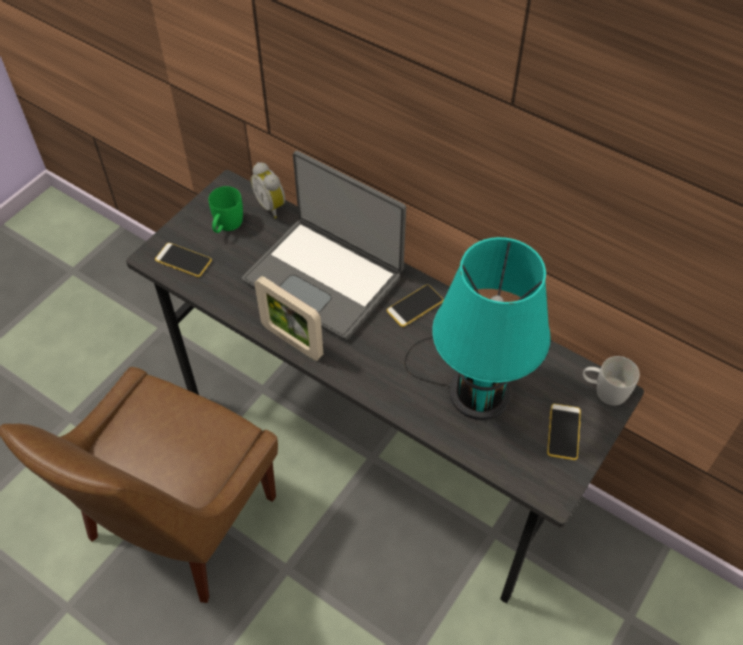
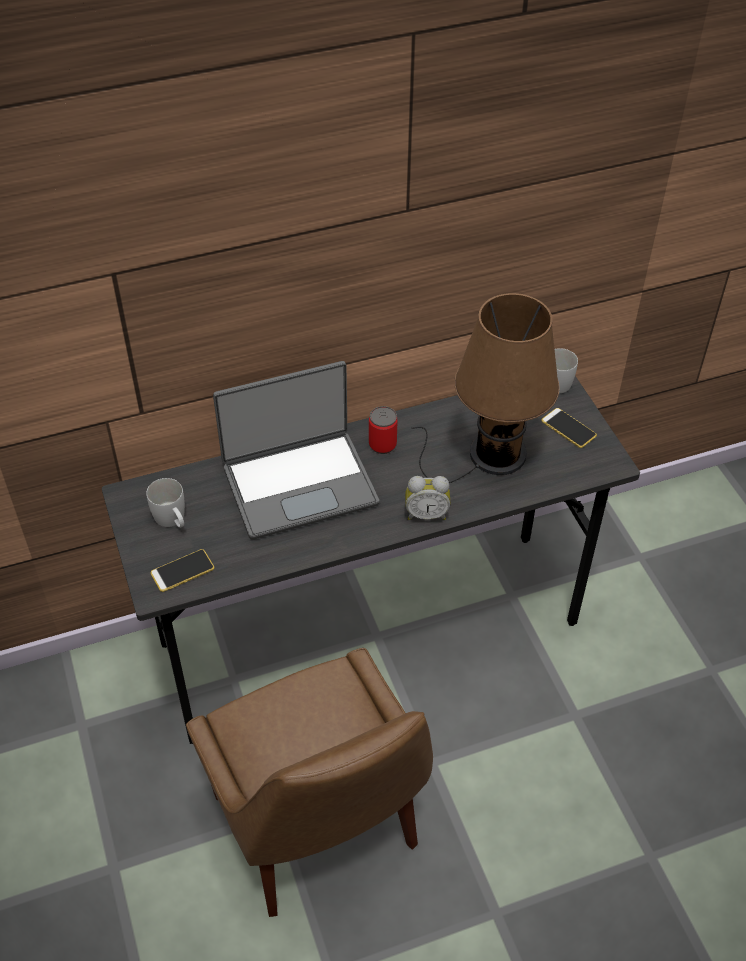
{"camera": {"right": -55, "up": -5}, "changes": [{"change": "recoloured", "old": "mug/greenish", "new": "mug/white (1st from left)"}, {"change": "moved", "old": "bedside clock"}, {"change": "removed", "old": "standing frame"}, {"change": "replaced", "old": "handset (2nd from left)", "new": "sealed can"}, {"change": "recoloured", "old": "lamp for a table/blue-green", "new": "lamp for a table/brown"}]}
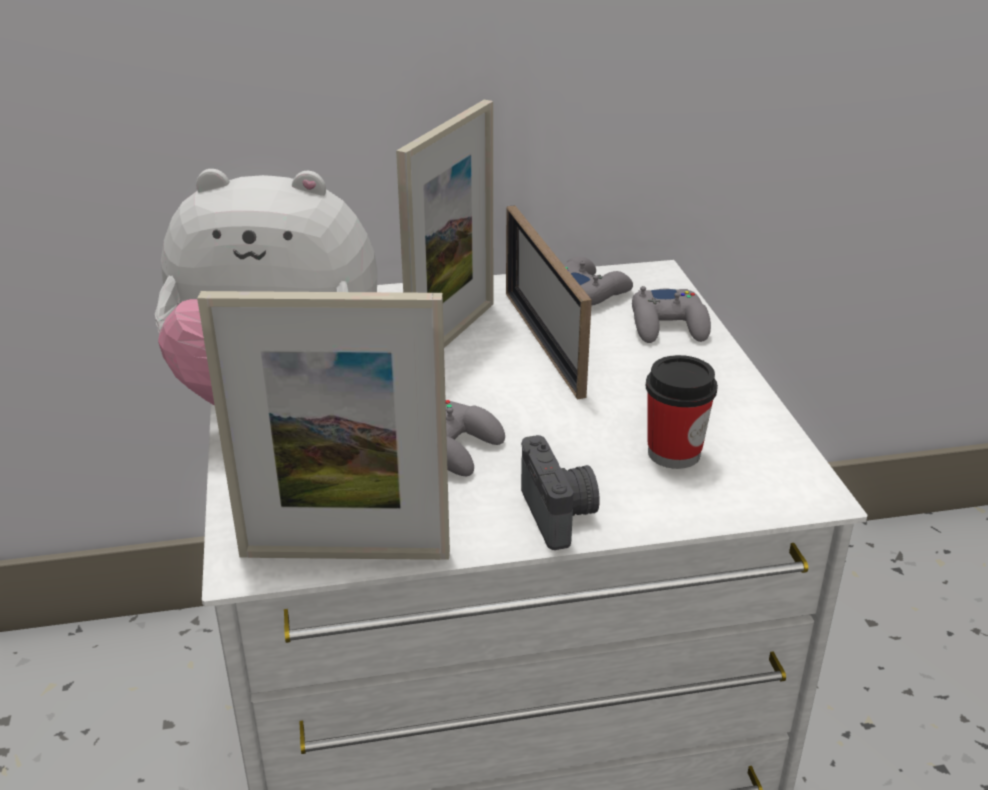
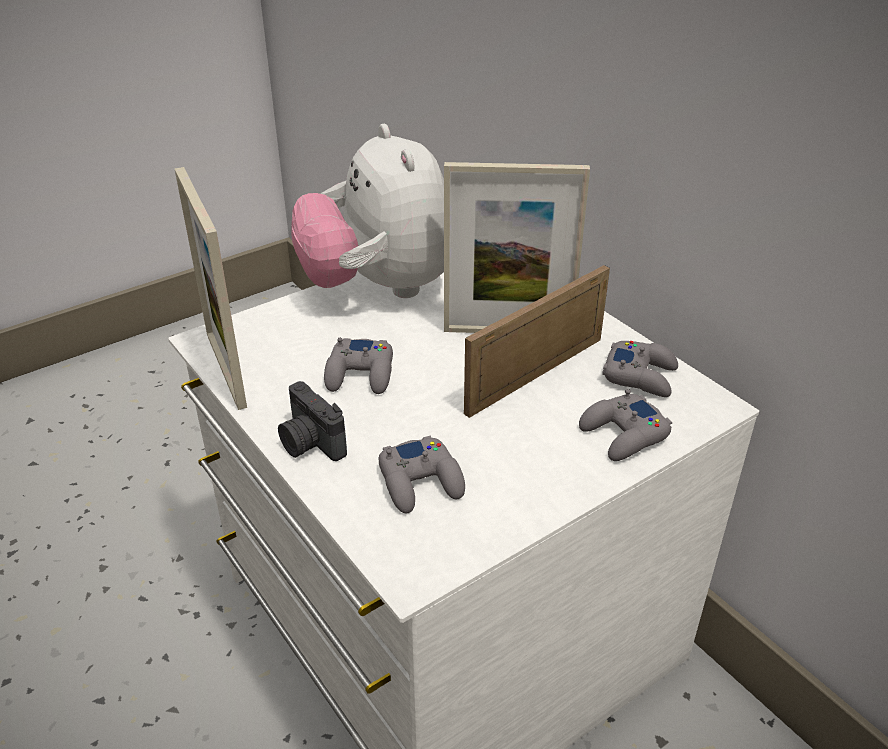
{"camera": {"right": 65, "up": 5}, "changes": [{"change": "turned", "old": "still camera", "degrees": 90}, {"change": "replaced", "old": "small cup", "new": "game controller/grey (2nd from left)"}]}
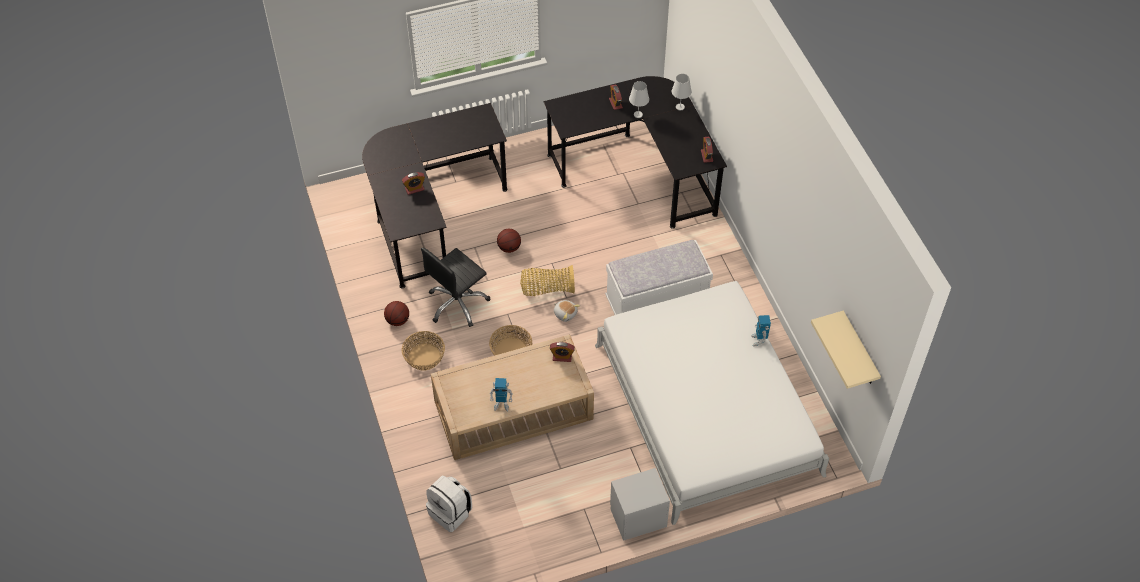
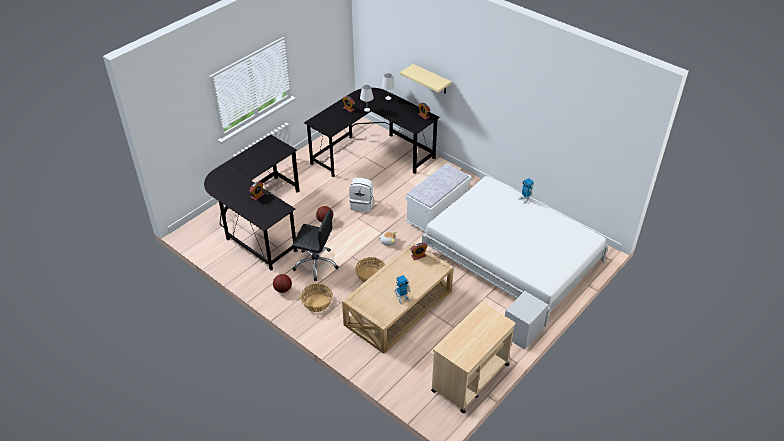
{"camera": {"right": -30, "up": -10}, "changes": [{"change": "turned", "old": "desk chair/black", "degrees": -90}, {"change": "moved", "old": "knapsack/white"}, {"change": "removed", "old": "storage basket (3rd from left)"}, {"change": "moved", "old": "bracket shelf/beige"}, {"change": "added", "new": "wheeled cart/beige"}]}
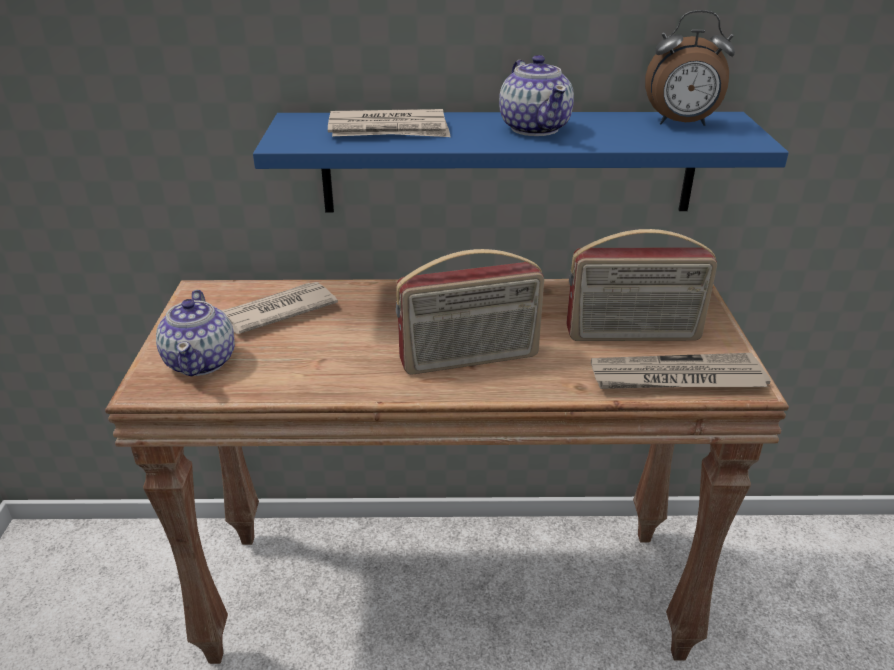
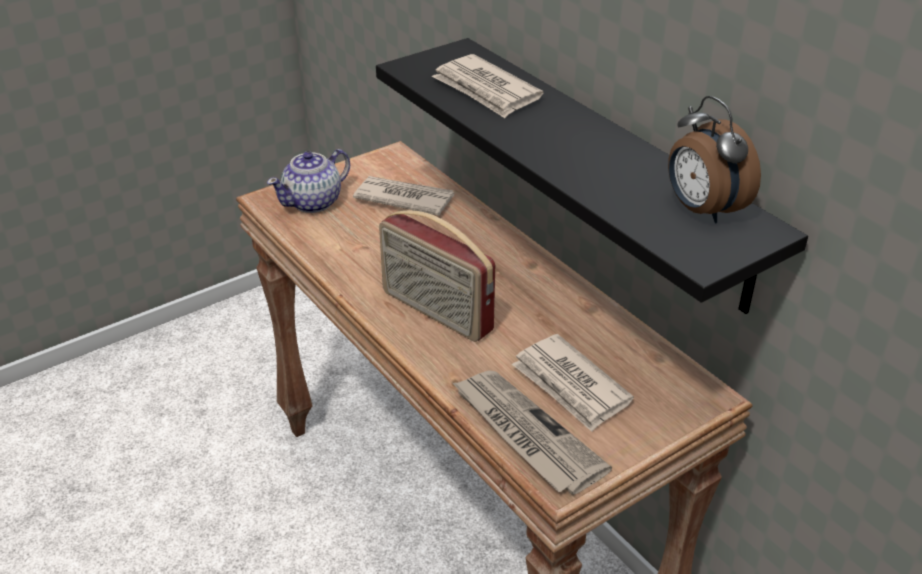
{"camera": {"right": 55, "up": 5}, "changes": [{"change": "recoloured", "old": "bracket shelf/blue-coloured", "new": "bracket shelf/black"}, {"change": "removed", "old": "pot for tea (2nd from left)"}, {"change": "replaced", "old": "radio (2nd from left)", "new": "printed paper (4th from left)"}]}
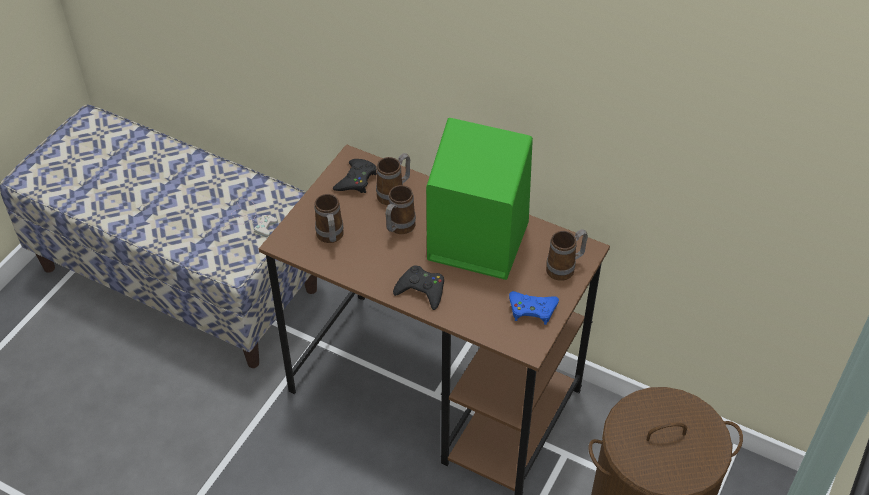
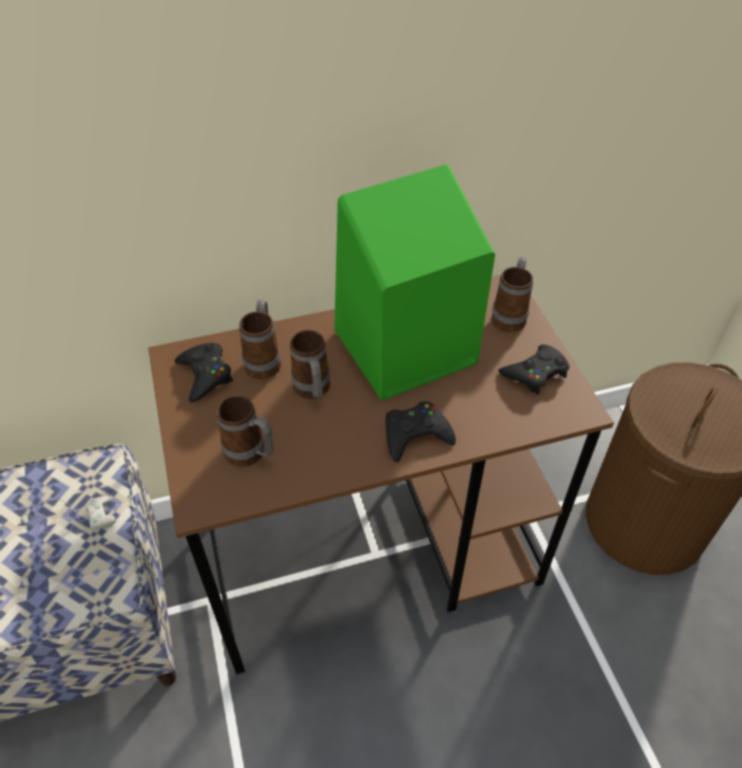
{"camera": {"right": -45, "up": 0}, "changes": [{"change": "recoloured", "old": "game controller/blue-coloured", "new": "game controller/black (3rd from left)"}]}
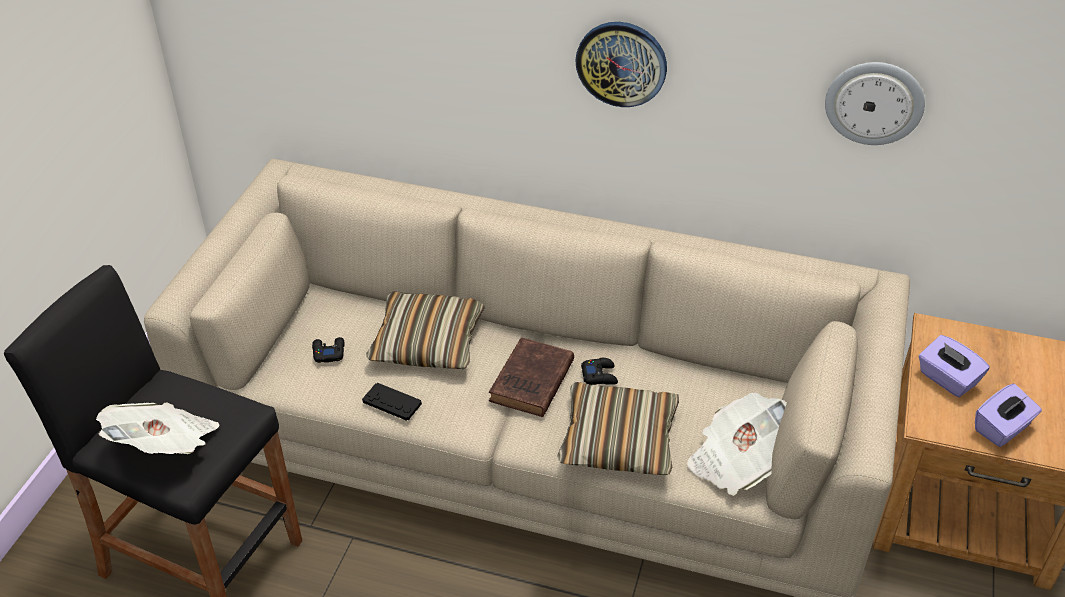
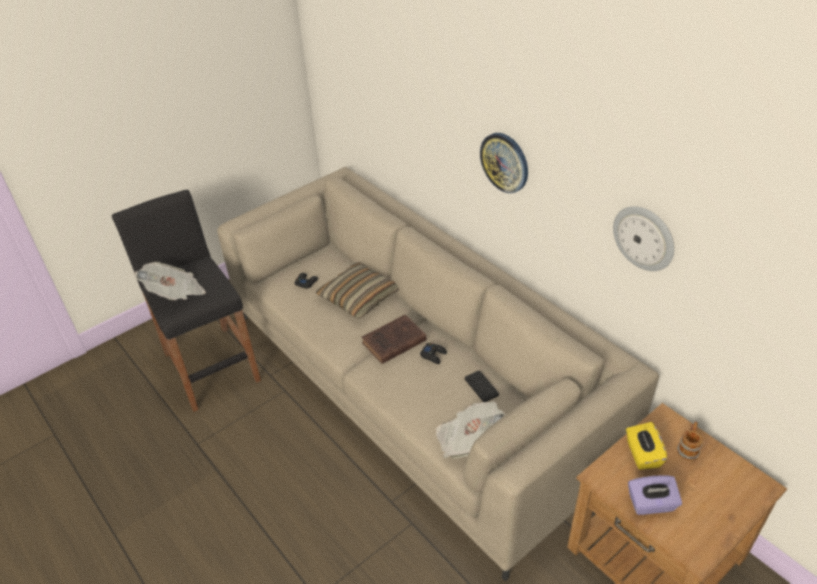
{"camera": {"right": 35, "up": 0}, "changes": [{"change": "moved", "old": "game controller/black (2nd from left in the first image)", "new": "game controller/black (3rd from left)"}, {"change": "removed", "old": "pillow (2nd from left)"}, {"change": "recoloured", "old": "tissue holder/purplish (1st from left)", "new": "tissue holder/yellow"}, {"change": "added", "new": "mug"}]}
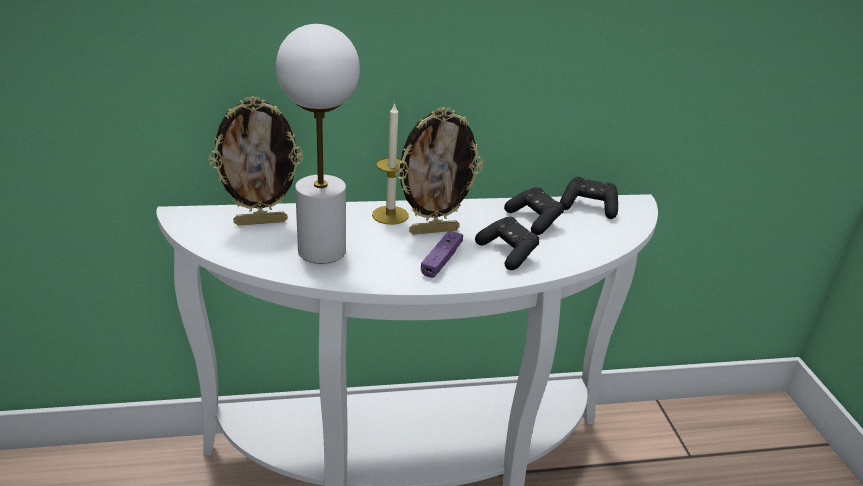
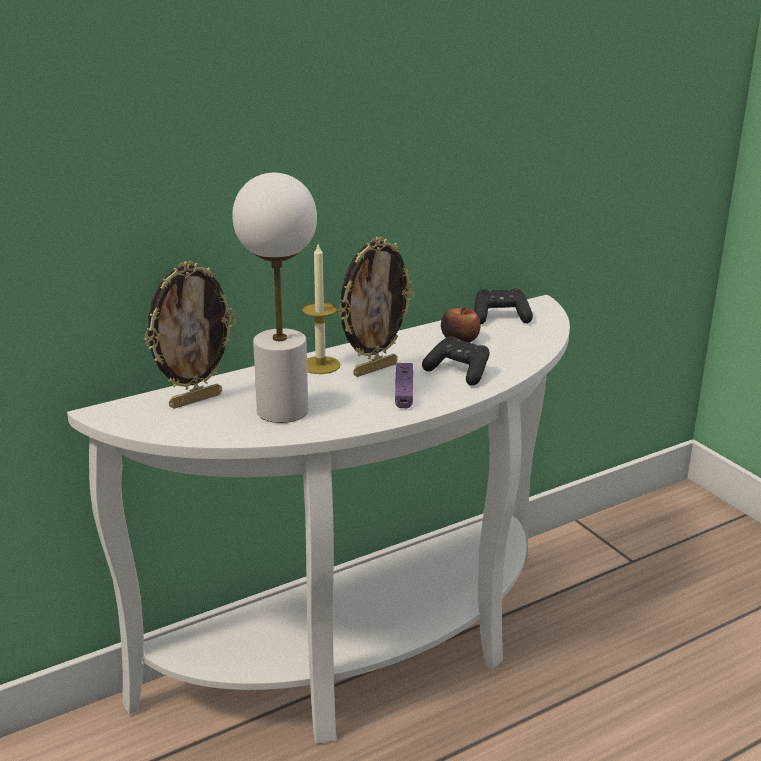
{"camera": {"right": -20, "up": -5}, "changes": [{"change": "replaced", "old": "game controller/black (2nd from left)", "new": "apple fruit"}]}
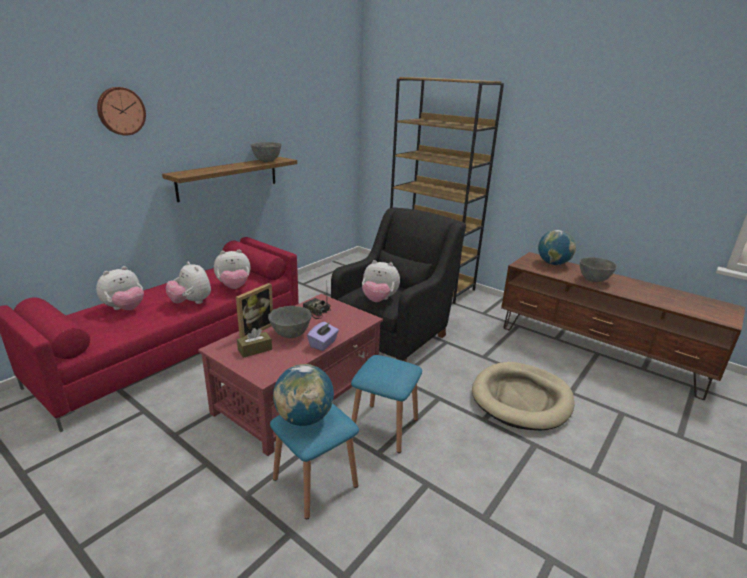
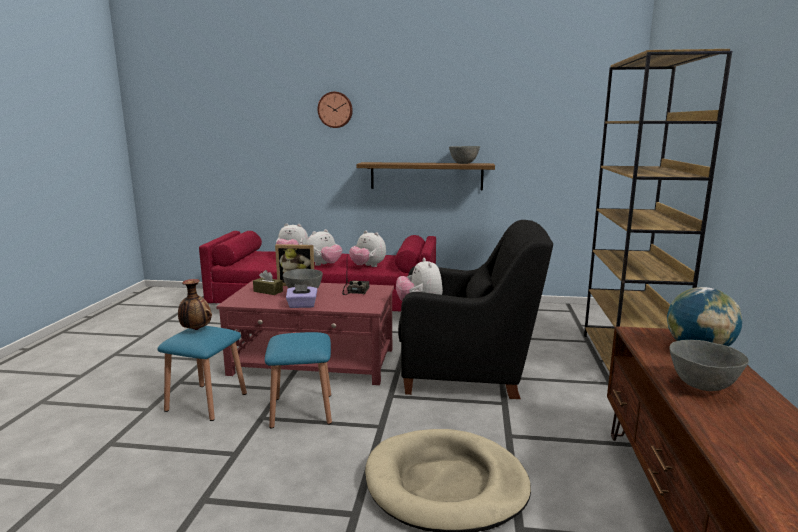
{"camera": {"right": 60, "up": -10}, "changes": [{"change": "turned", "old": "plush toy (2nd from left)", "degrees": -150}, {"change": "replaced", "old": "world globe (1st from left)", "new": "flower vase"}]}
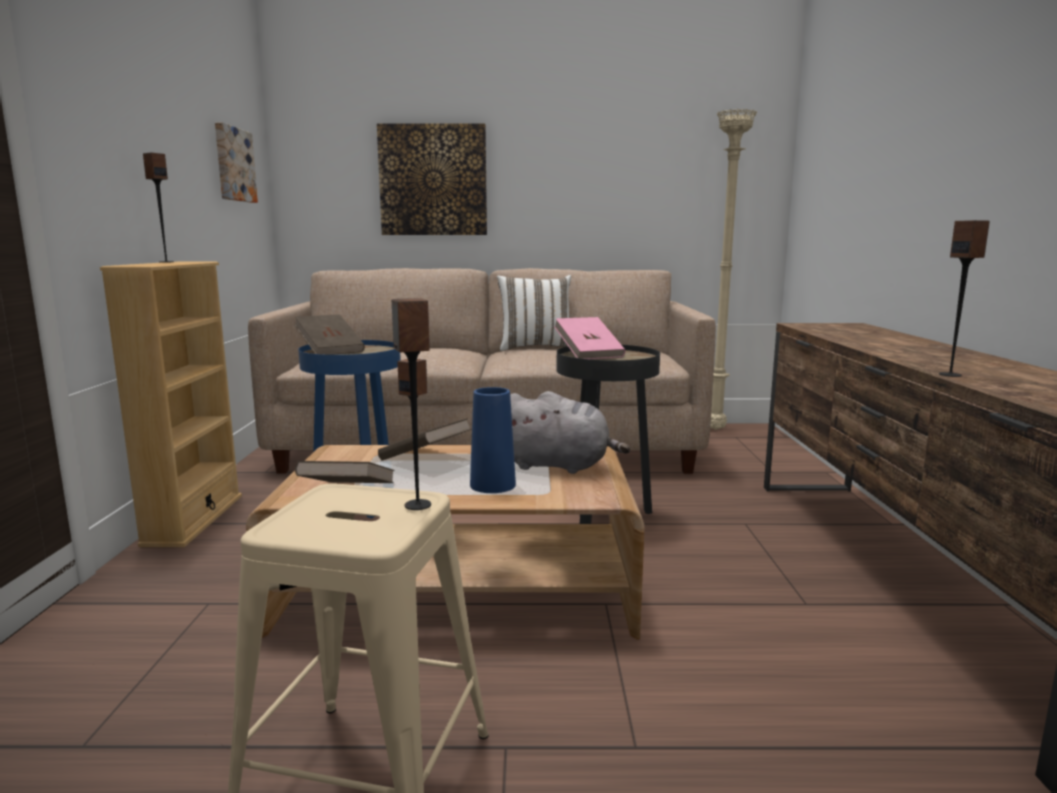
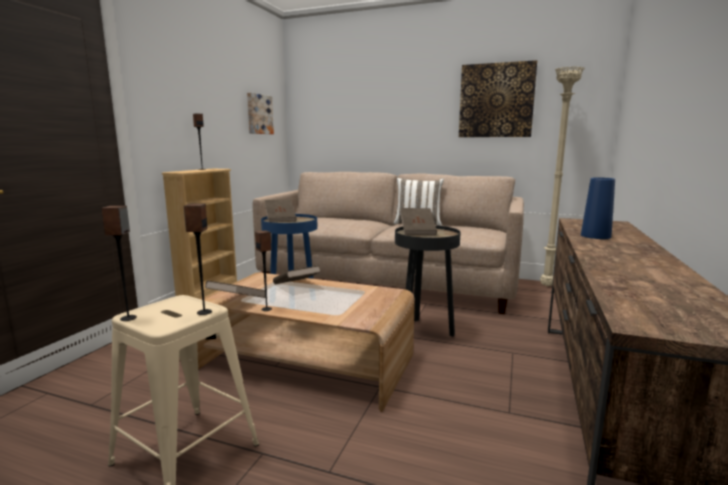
{"camera": {"right": 20, "up": 0}, "changes": [{"change": "moved", "old": "wall art (2nd from left)"}, {"change": "moved", "old": "flower vase/blue-coloured"}, {"change": "removed", "old": "plush toy/grey"}, {"change": "recoloured", "old": "bound book/pink-coloured", "new": "bound book/brown (4th from left)"}, {"change": "moved", "old": "audio speaker (4th from left in the first image)", "new": "audio speaker (1st from left)"}]}
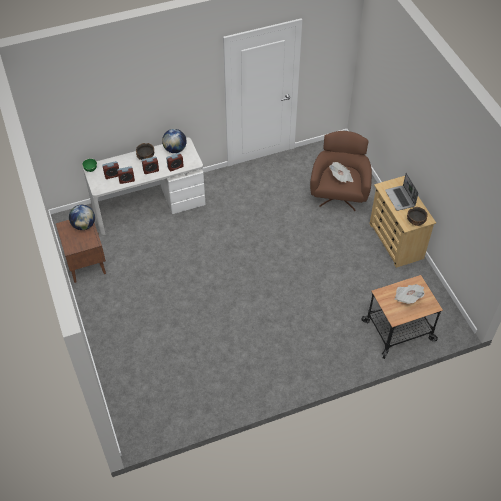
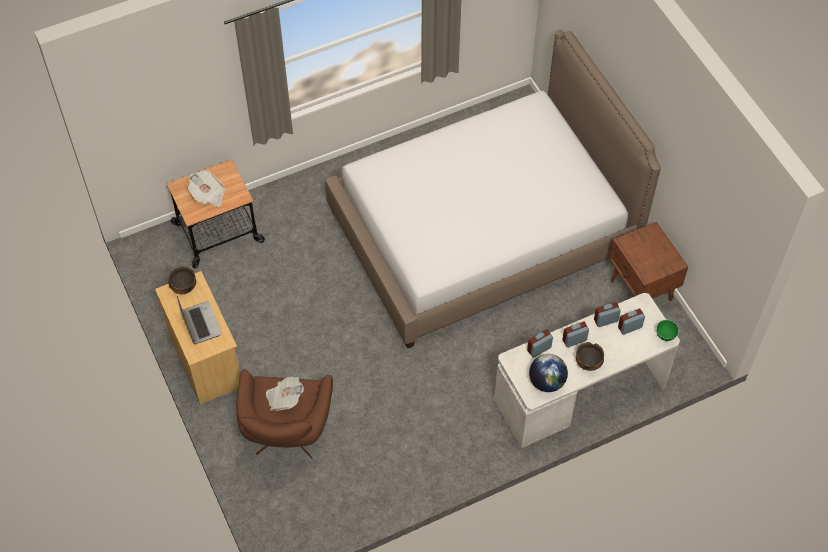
{"camera": {"right": 175, "up": 5}, "changes": [{"change": "removed", "old": "world globe (1st from left)"}, {"change": "added", "new": "sleeping bed"}]}
